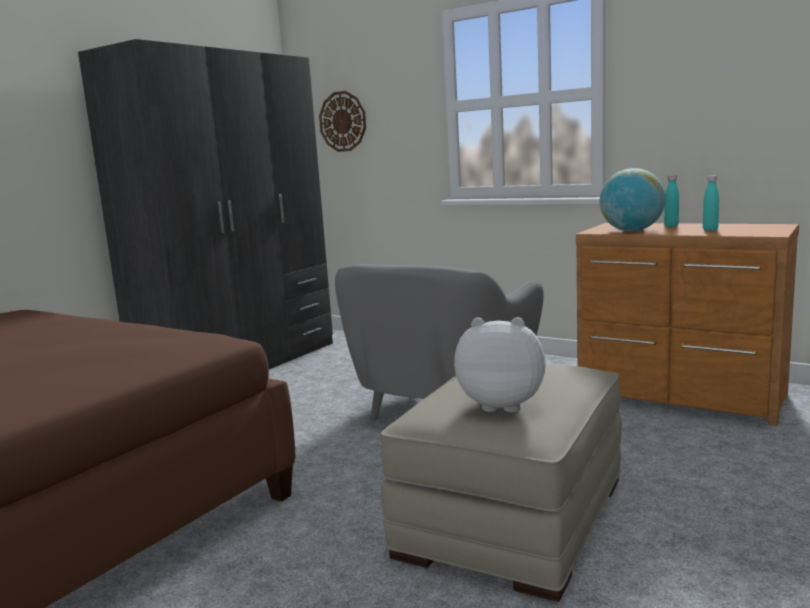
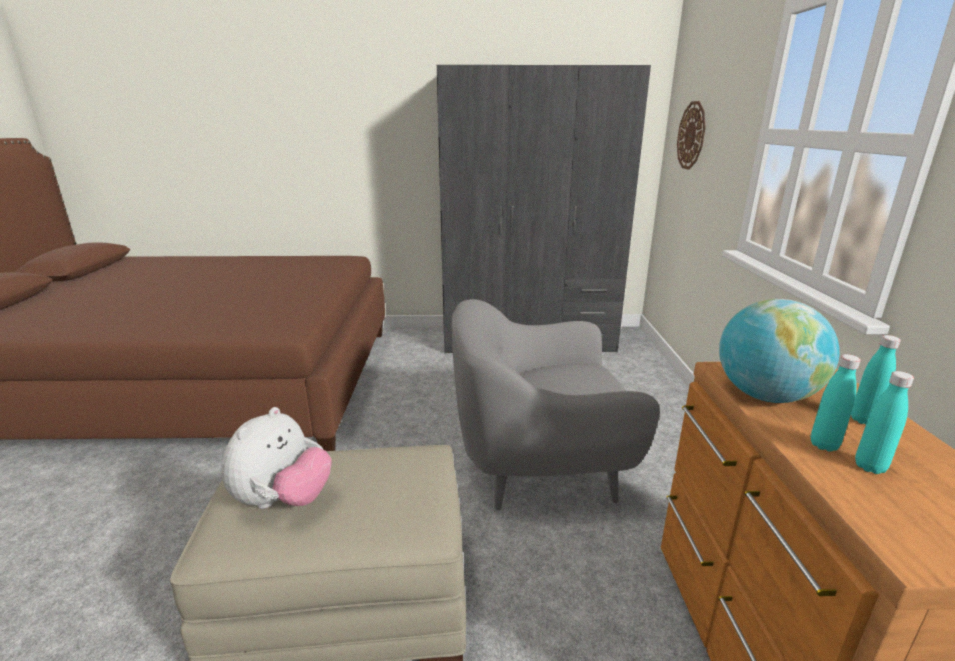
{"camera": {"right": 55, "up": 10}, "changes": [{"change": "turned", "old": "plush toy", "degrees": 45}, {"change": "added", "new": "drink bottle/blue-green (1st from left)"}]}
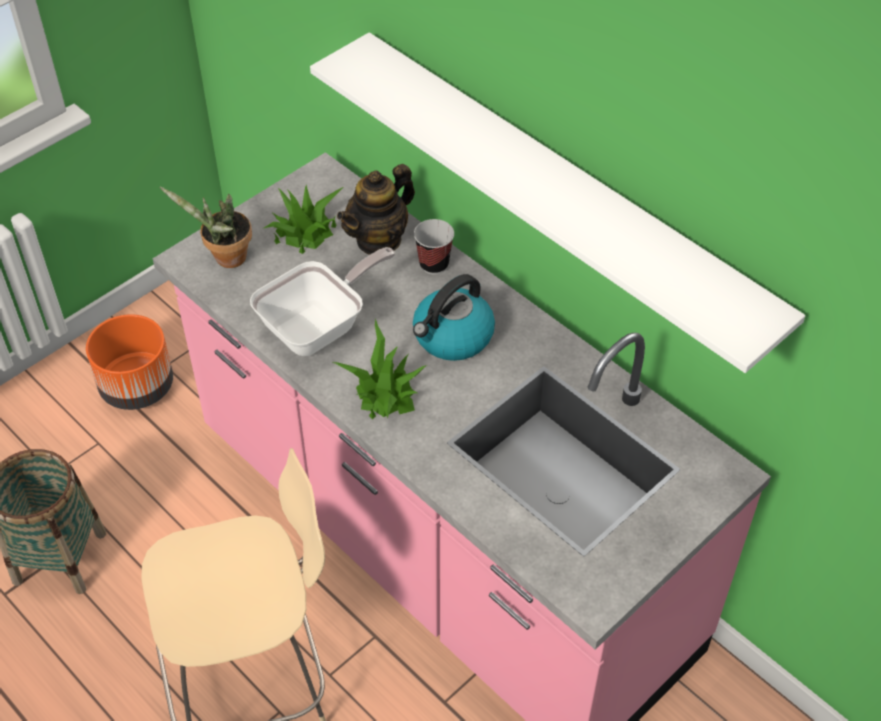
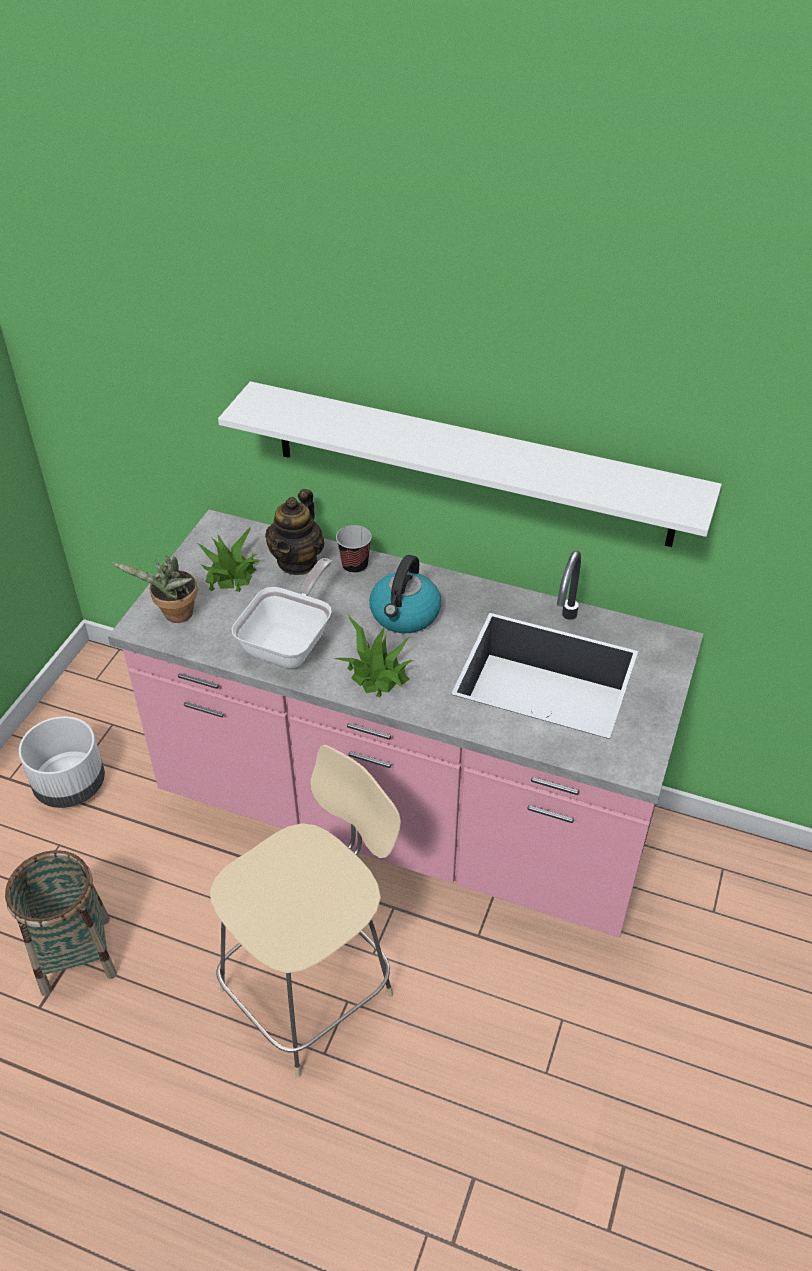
{"camera": {"right": -25, "up": -5}, "changes": [{"change": "recoloured", "old": "flower pot/orange-coloured", "new": "flower pot/white"}]}
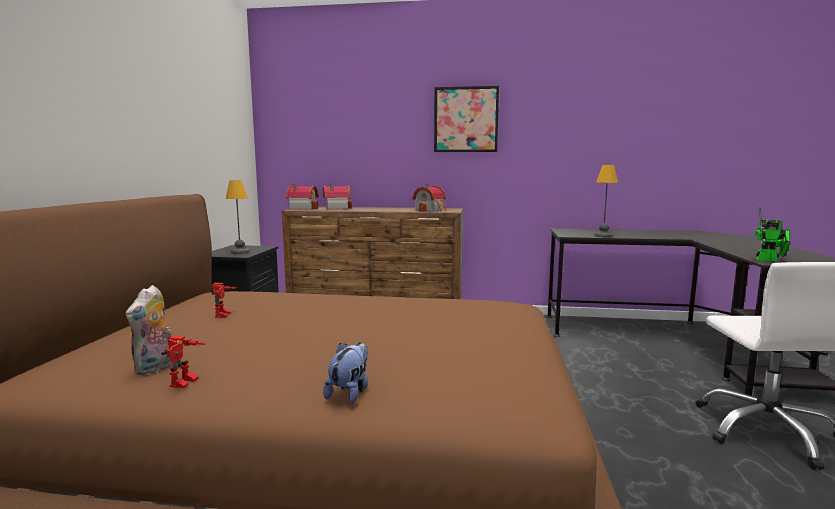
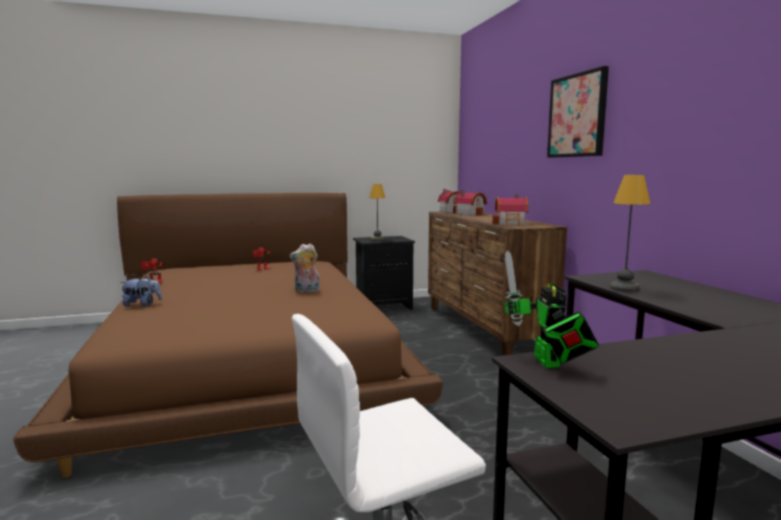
{"camera": {"right": 65, "up": 0}, "changes": [{"change": "moved", "old": "plush toy (1st from left in the first image)", "new": "plush toy (2nd from left)"}]}
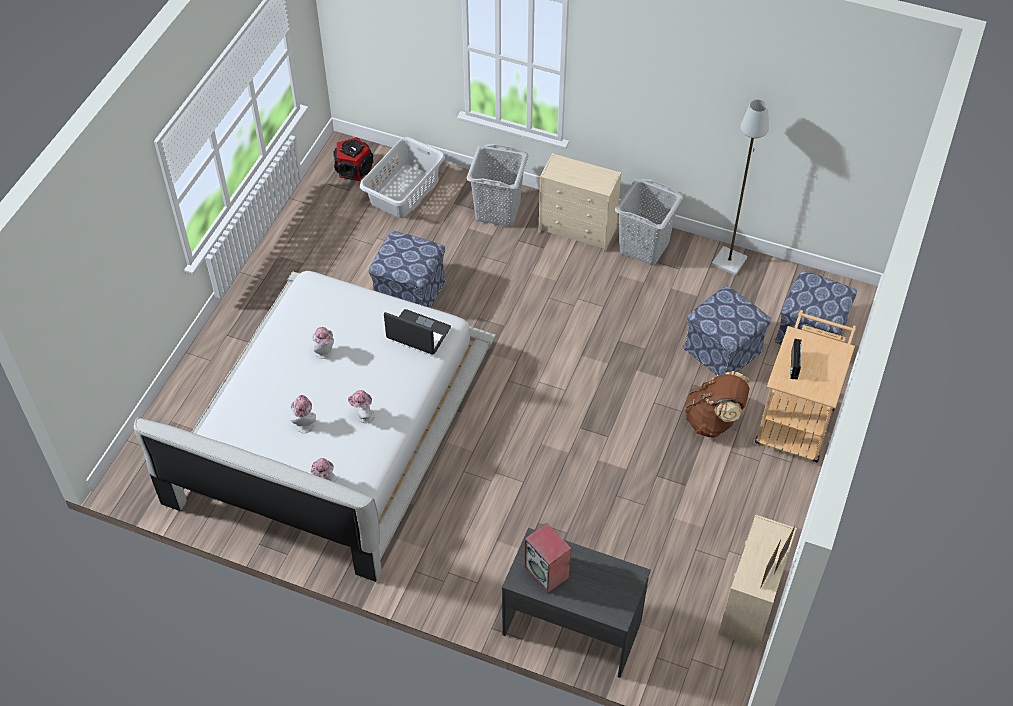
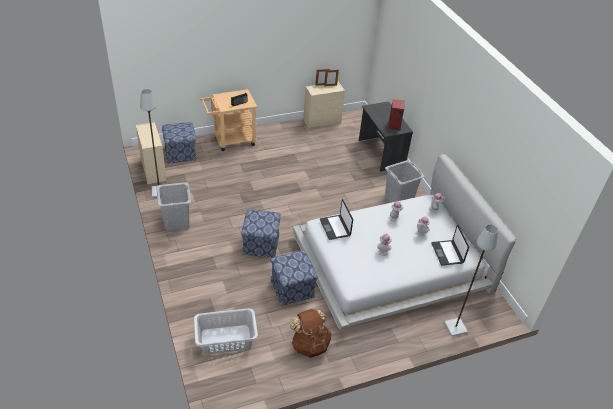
{"camera": {"right": -135, "up": -10}, "changes": [{"change": "removed", "old": "audio speaker (1st from left)"}, {"change": "moved", "old": "hamper/grey (2nd from left in the first image)", "new": "hamper/grey (3rd from left)"}, {"change": "moved", "old": "drawer chest/beige (1st from left)"}, {"change": "moved", "old": "ottoman (2nd from left)"}, {"change": "moved", "old": "knapsack/brown"}, {"change": "added", "new": "notebook computer (2nd from left)"}, {"change": "added", "new": "floor lamp/grey (2nd from left)"}]}
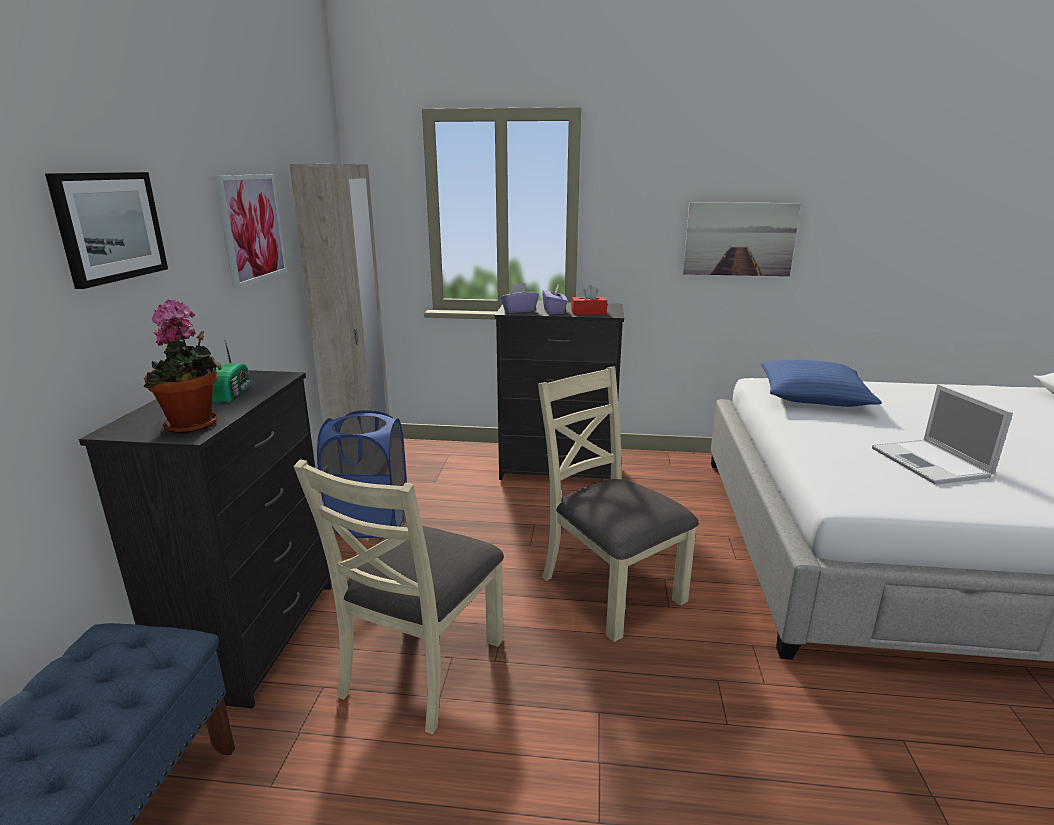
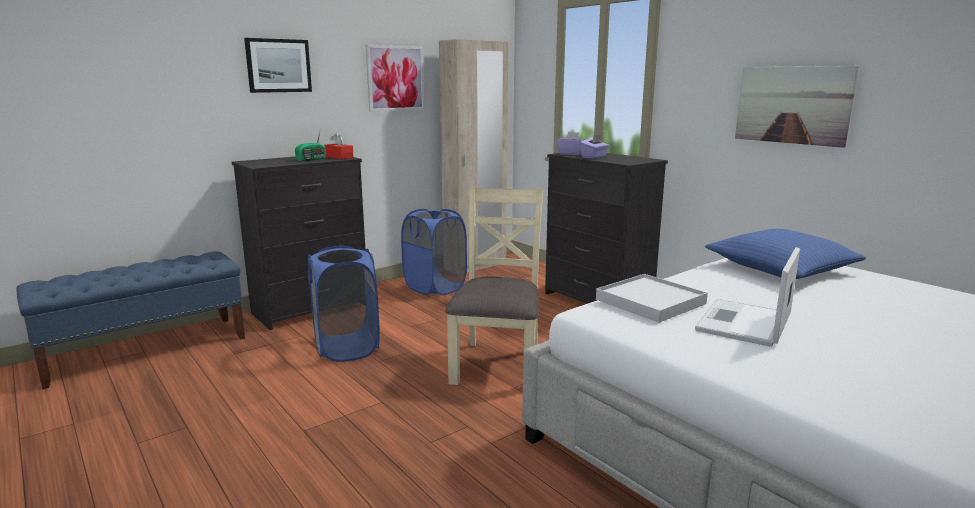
{"camera": {"right": 45, "up": -5}, "changes": [{"change": "removed", "old": "potted plant"}, {"change": "replaced", "old": "upright chair/beige (1st from left)", "new": "hamper/blue-coloured (1st from left)"}, {"change": "moved", "old": "tissue holder/red-coloured"}, {"change": "added", "new": "tray/white"}]}
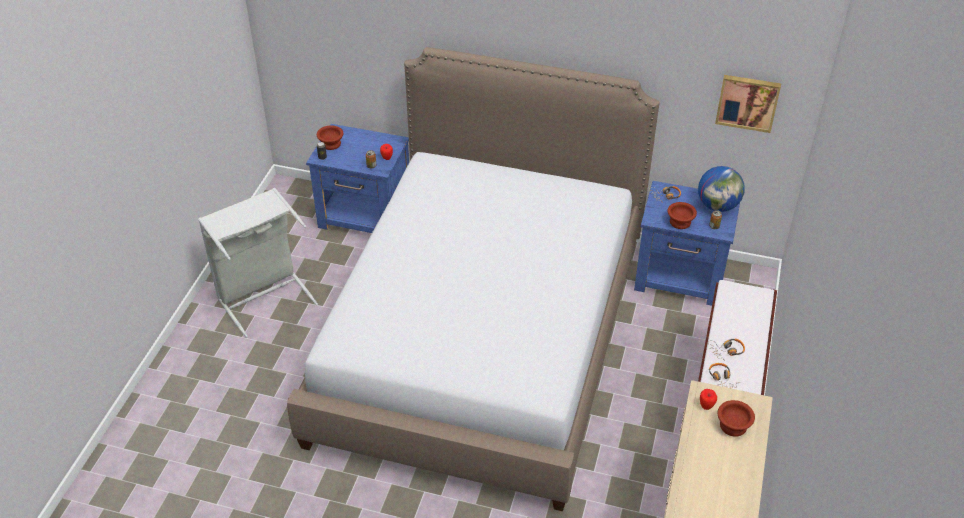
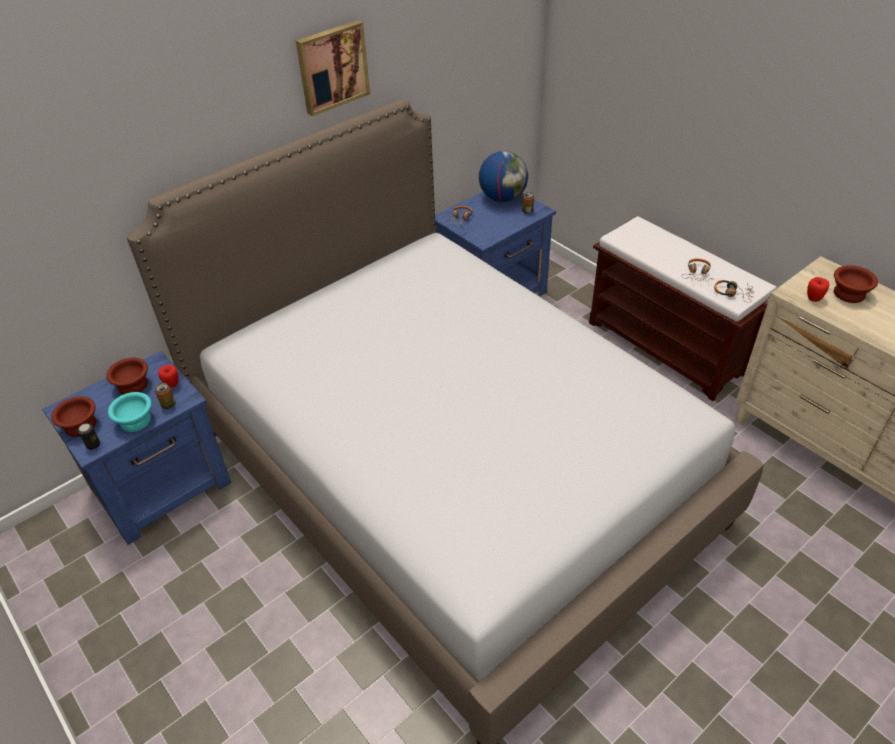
{"camera": {"right": -55, "up": 0}, "changes": [{"change": "removed", "old": "hamper/grey"}, {"change": "moved", "old": "deep dish/brown (2nd from left)"}, {"change": "moved", "old": "wall art"}, {"change": "added", "new": "deep dish/blue-green"}]}
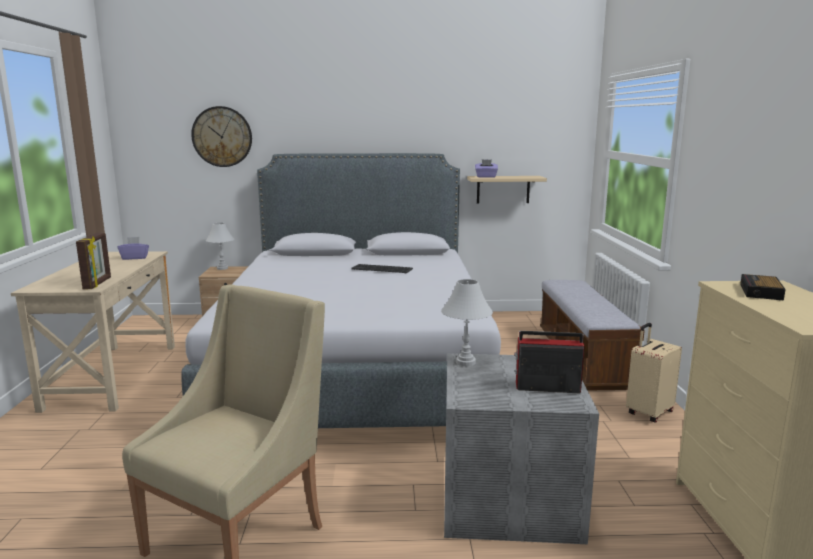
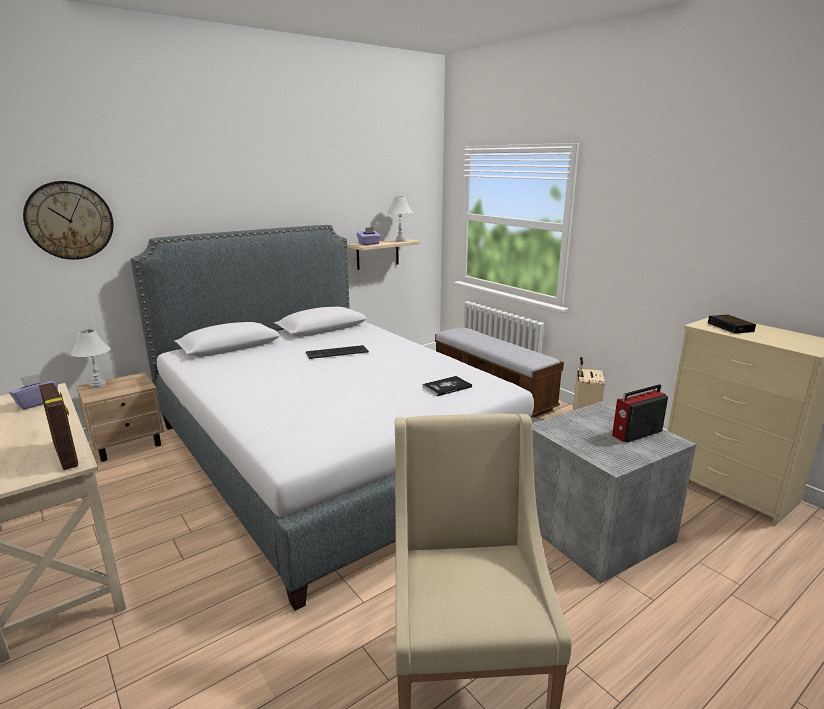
{"camera": {"right": -35, "up": 5}, "changes": [{"change": "moved", "old": "lamp for a table/white (2nd from left)"}, {"change": "added", "new": "bound book"}]}
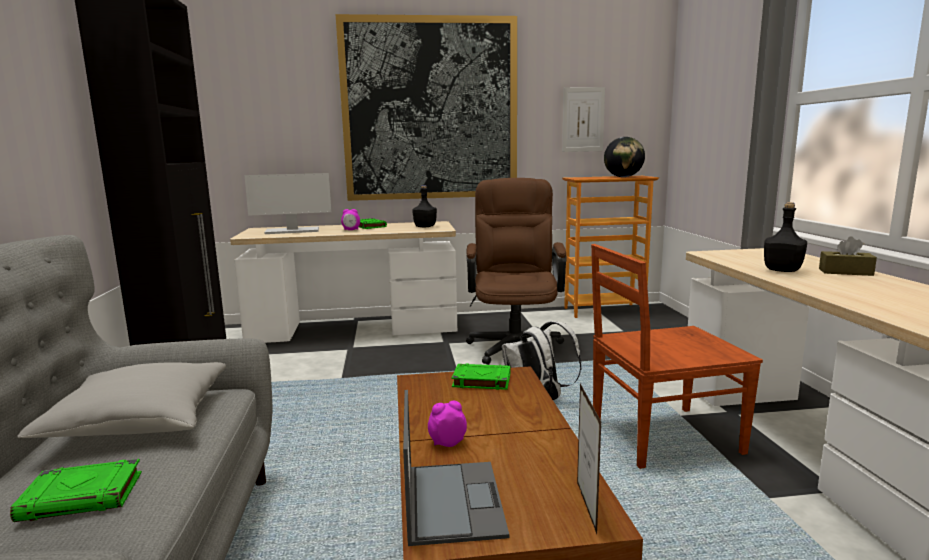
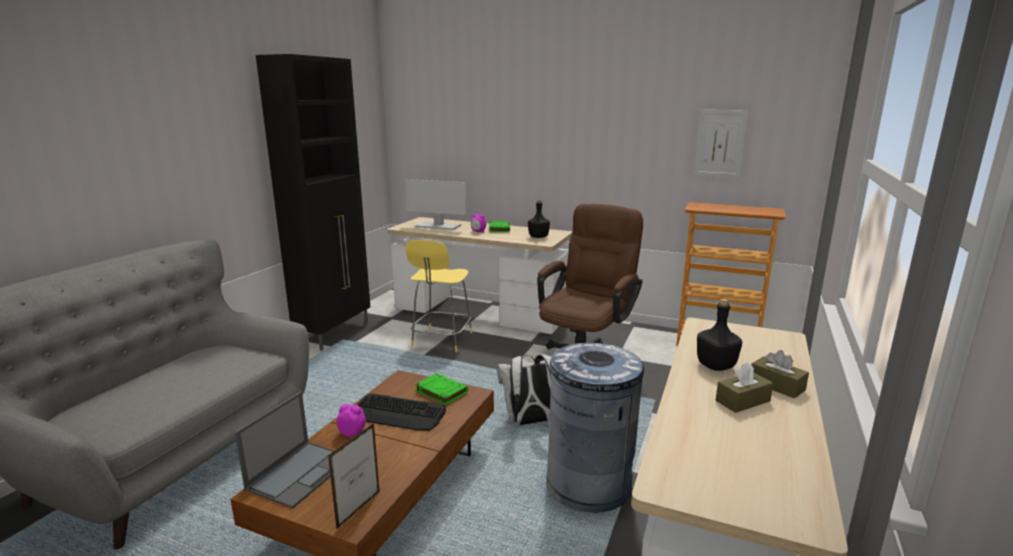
{"camera": {"right": 30, "up": 5}, "changes": [{"change": "removed", "old": "bound book/greenish (1st from left)"}, {"change": "removed", "old": "pillow/grey"}, {"change": "removed", "old": "wall art (1st from left)"}, {"change": "replaced", "old": "upright chair/brown", "new": "trash can/grey"}, {"change": "removed", "old": "world globe"}, {"change": "added", "new": "PC keyboard"}, {"change": "added", "new": "stool seat/yellow"}, {"change": "added", "new": "tissue holder/brown (1st from left)"}]}
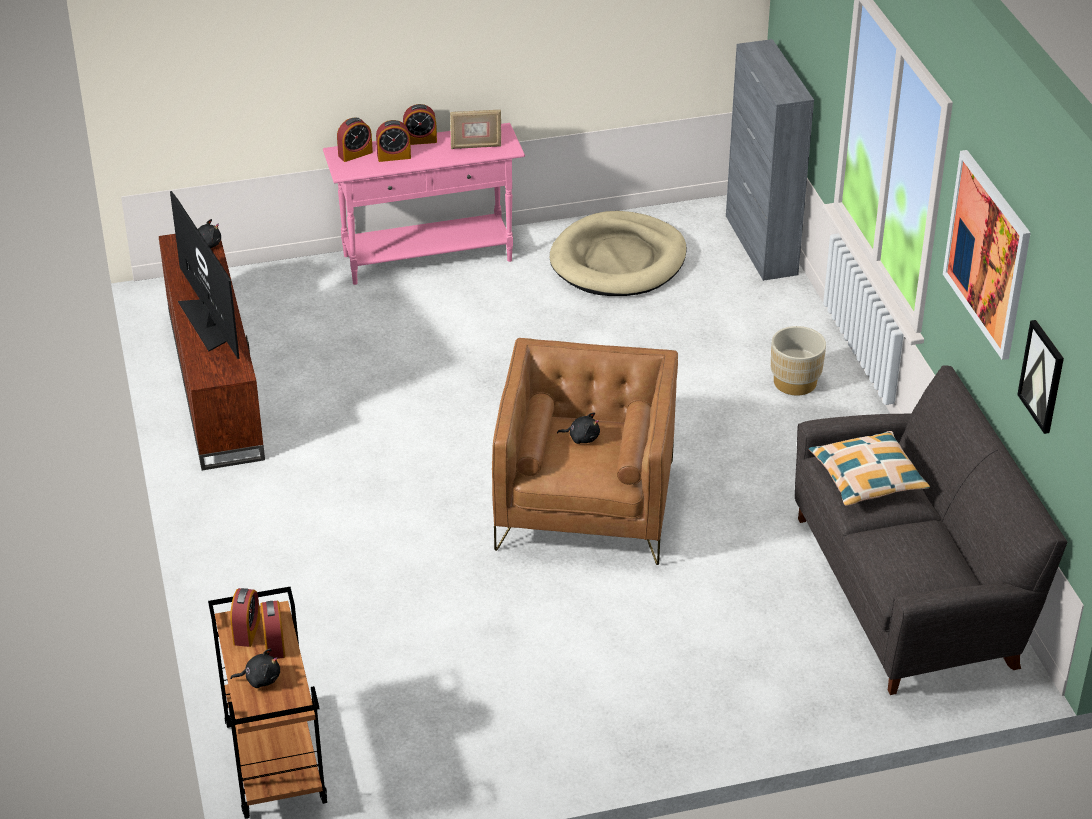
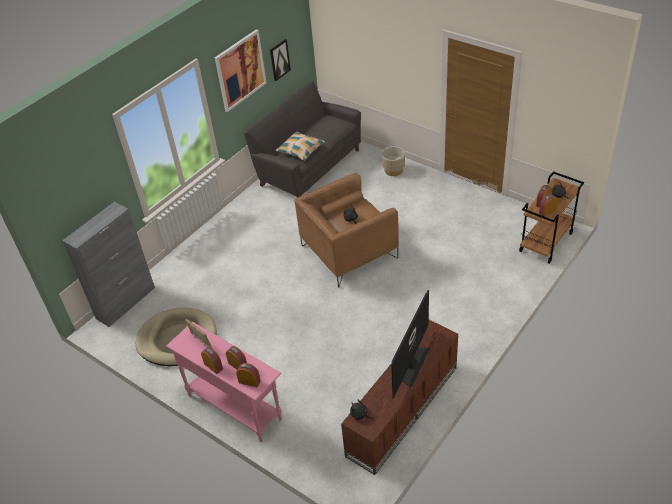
{"camera": {"right": -125, "up": 5}, "changes": [{"change": "moved", "old": "flower pot/beige"}]}
